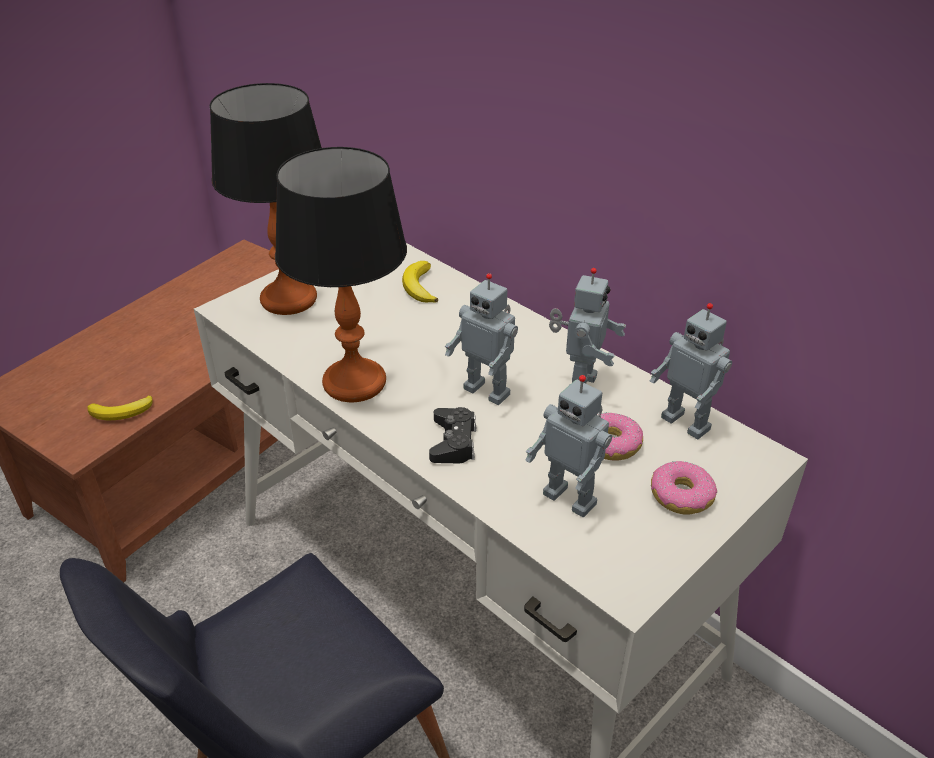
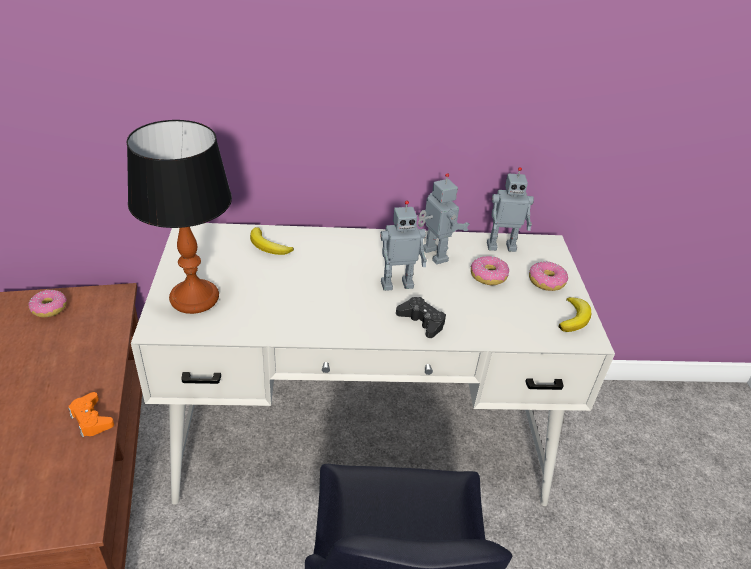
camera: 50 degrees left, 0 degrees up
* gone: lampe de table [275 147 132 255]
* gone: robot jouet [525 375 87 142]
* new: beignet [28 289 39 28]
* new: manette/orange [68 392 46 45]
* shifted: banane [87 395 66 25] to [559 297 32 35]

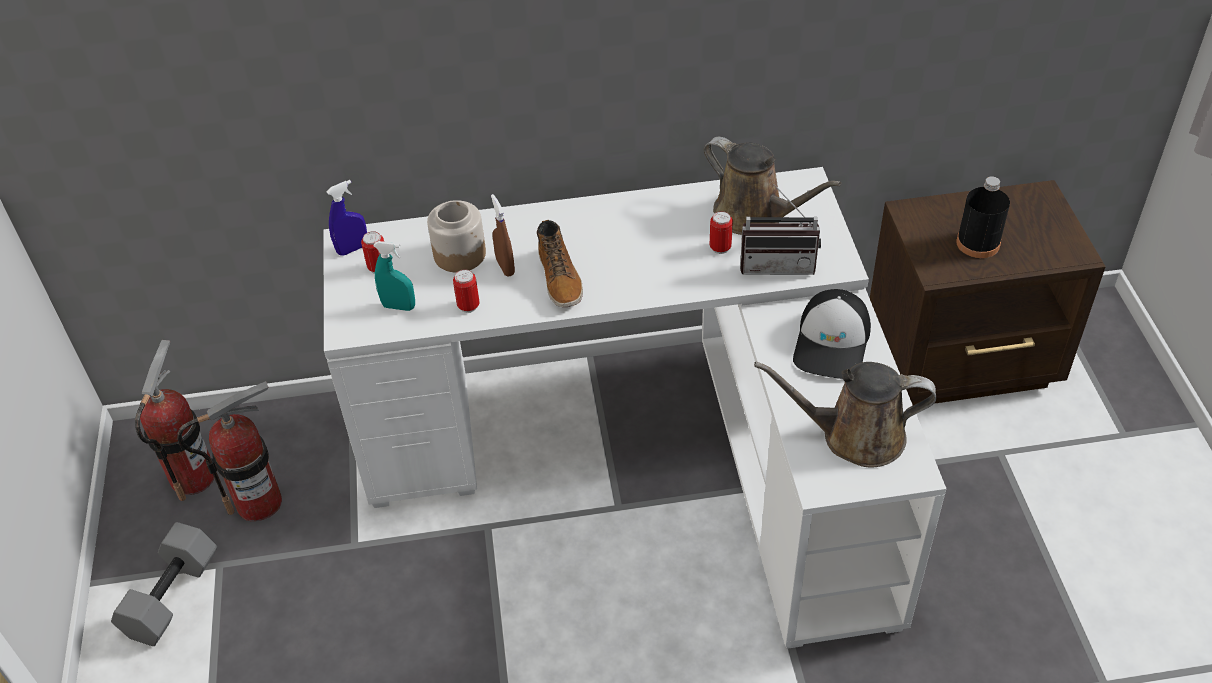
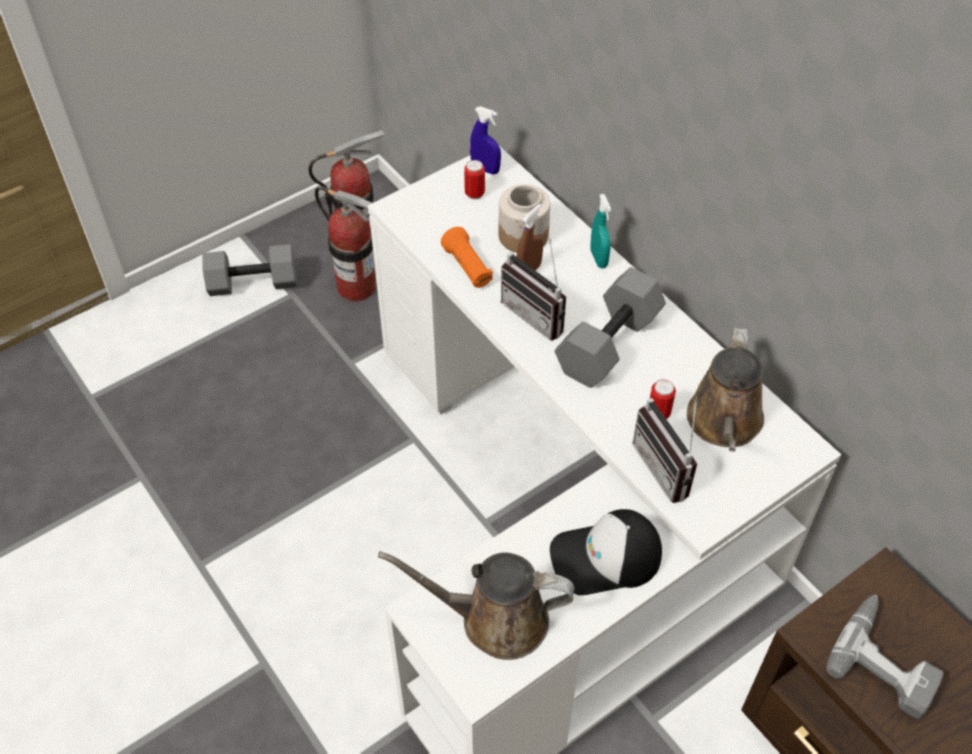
camera: 60 degrees right, 5 degrees up
* new: haltère/gris [555 267 111 121]
* shifted: vaporisateur/turquoise [373 241 42 70] to [590 194 21 74]
* swapped: boîte métallique [453 269 27 44] to lampe de poche/orange [441 227 52 61]
* swapped: botte [537 220 46 87] to radio [501 239 65 102]
* swapped: bouteille/noir [956 176 54 82] to perceuse [826 595 117 124]
* rotated: arrosoir/marron [754 361 182 107] = [378 551 197 109] 60 degrees counterclockwise

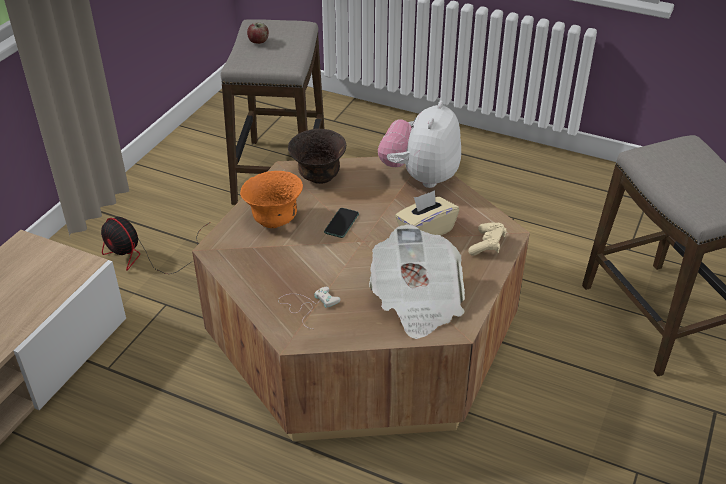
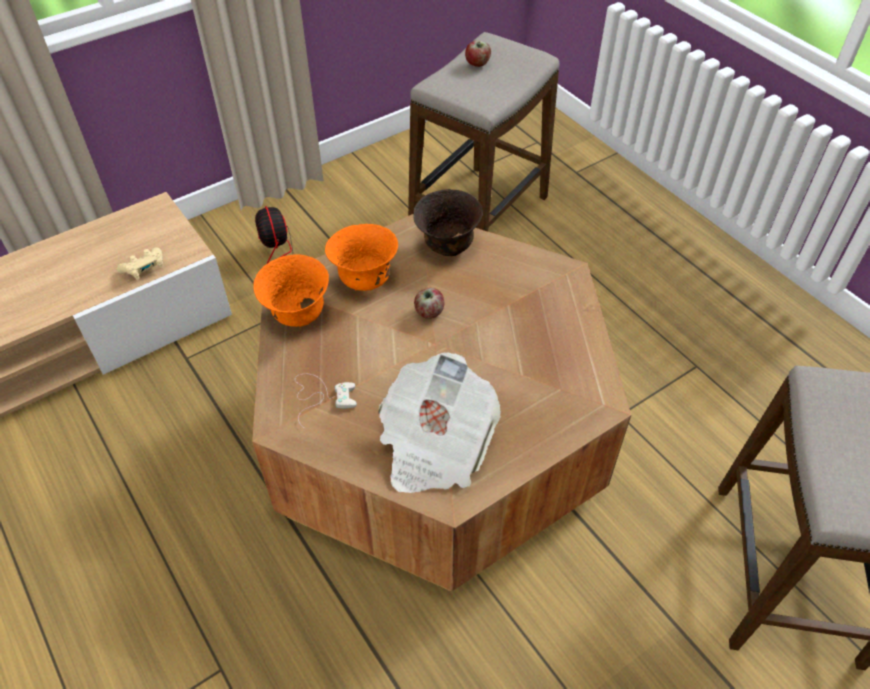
camera: 30 degrees right, 10 degrees up
* gone: peluche [378 101 83 87]
* gone: boîte à mouchoirs/beige [395 190 64 46]
* new: bol/orange [253 254 76 73]
* shifted: manette/beige [468 223 38 33] to [117 247 46 33]
* swapped: téléphone [324 208 35 30] to pomme [414 288 30 31]

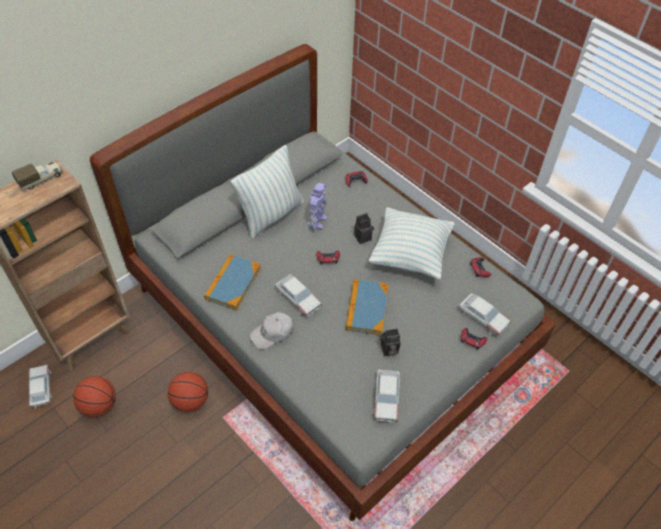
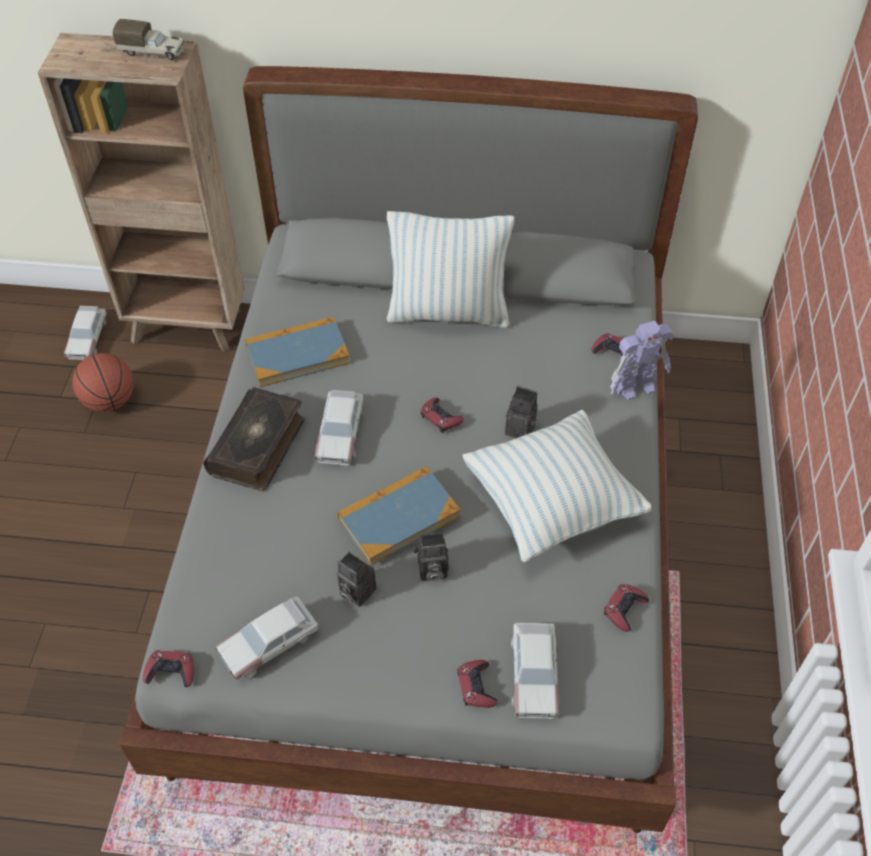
camera: 50 degrees right, 0 degrees up
* gone: ballon de basket [168 372 40 40]
* new: manette/rouge [143 650 51 37]
* new: appareil photo [413 533 36 48]
* shifted: robot jouet [308 183 19 48] to [610 321 63 79]
* swapped: casquette/blanc [250 312 44 37] to livre [203 387 102 104]
* rotated: petite voiture [29 365 23 44] = [64 306 42 54] 150 degrees clockwise

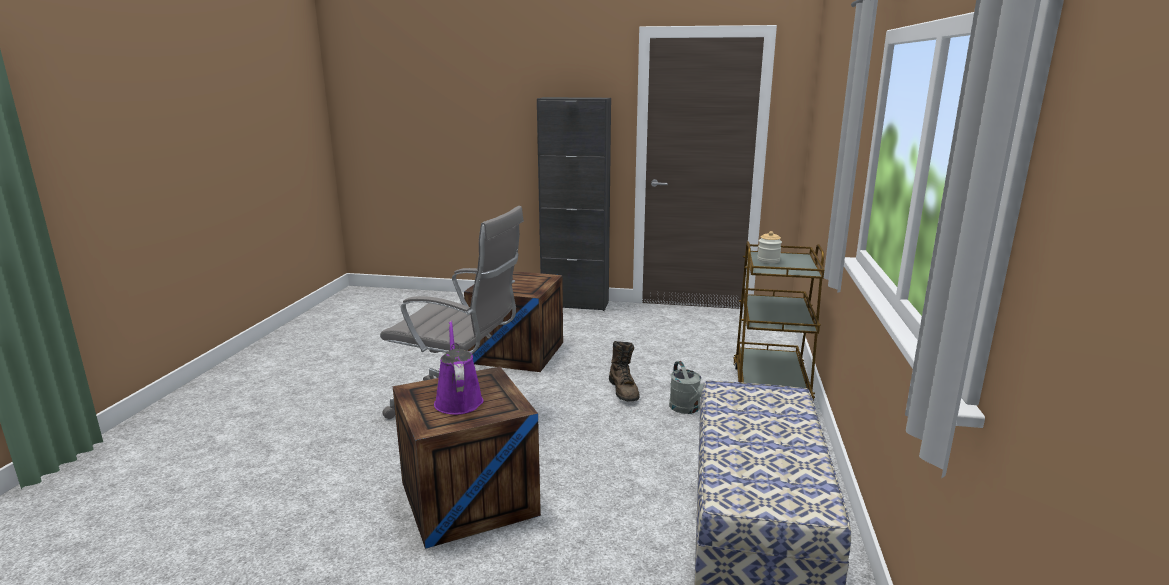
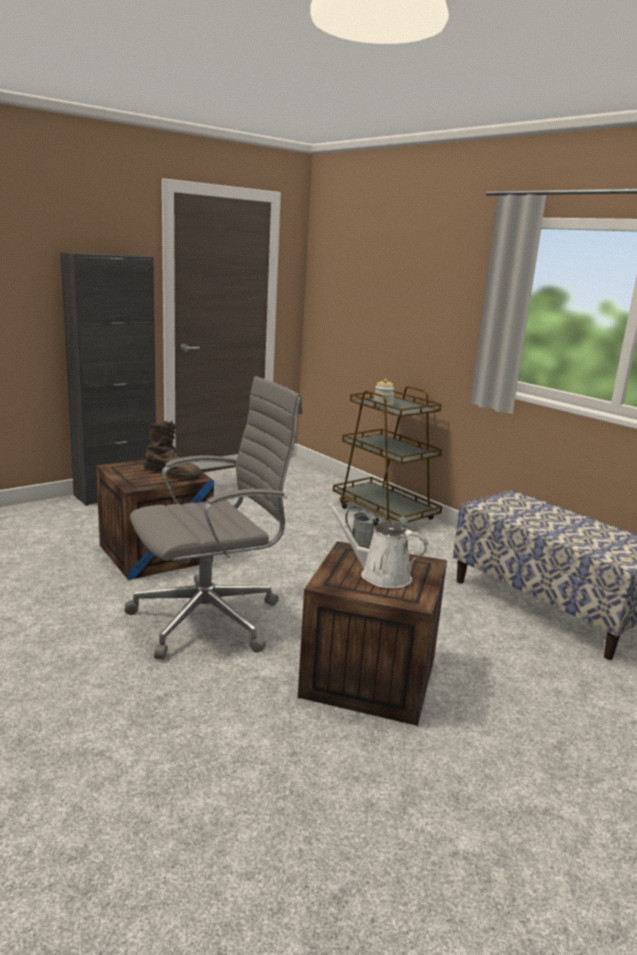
camera: 50 degrees left, 0 degrees up
* shifted: botte/marron [609 341 31 60] to [144 421 57 57]
* repainted: arrosoir/violet [434 320 50 95] to arrosoir/blanc [325 502 104 86]

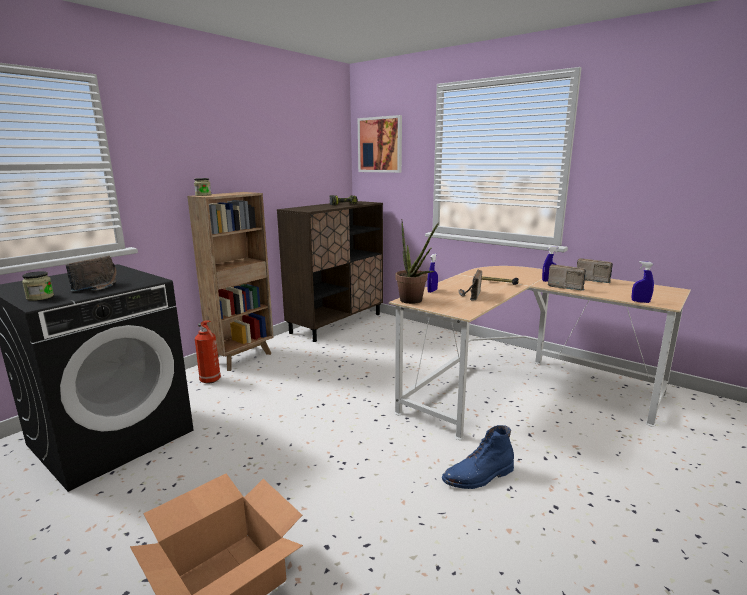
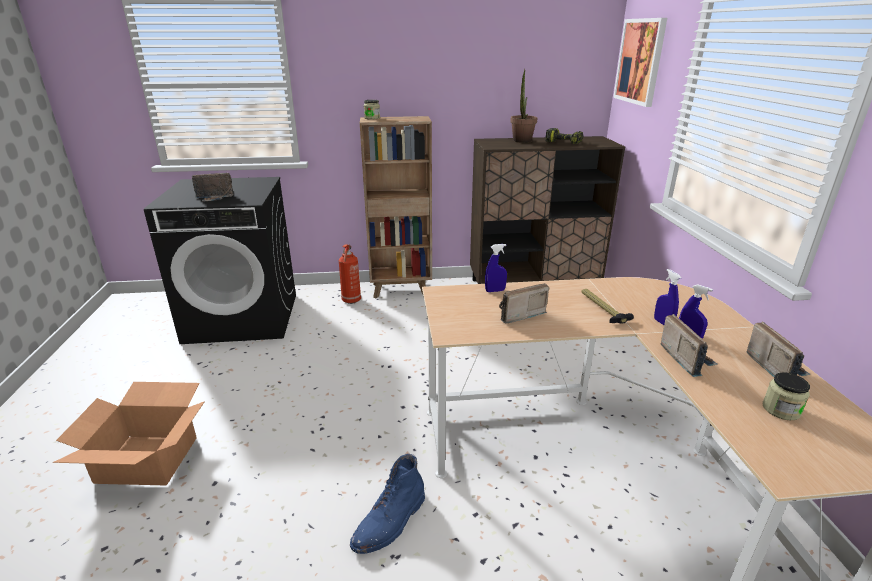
camera: 45 degrees right, 10 degrees up
* shifted: bocal [22 271 32 30] to [763 372 47 48]
* shifted: plante en pot [396 219 43 85] to [510 69 27 74]
* shifted: vaporisateur/bleu [632 261 22 42] to [654 269 27 56]
* rotated: botte/bleu [442 425 72 64] = [350 454 75 100] 75 degrees counterclockwise

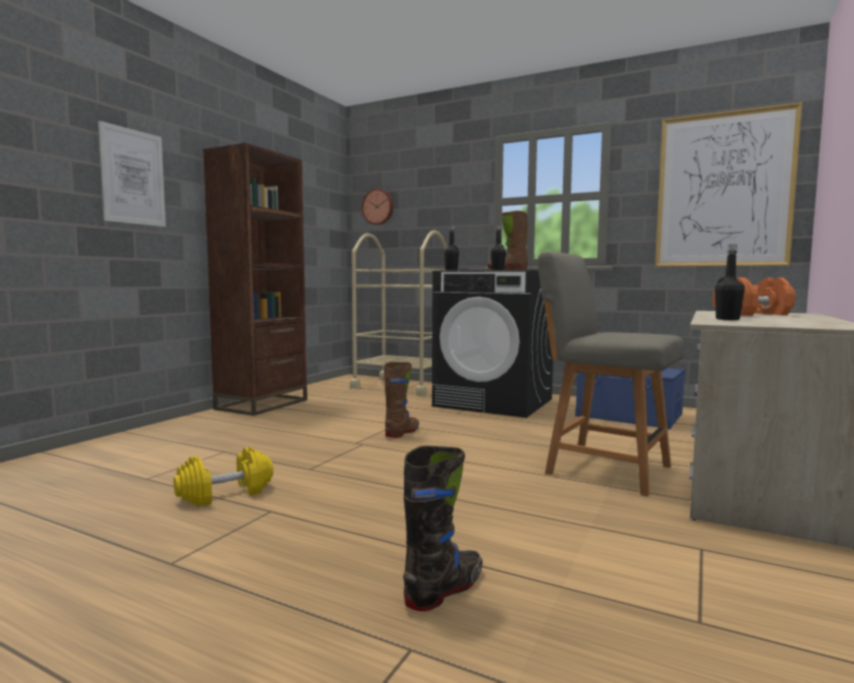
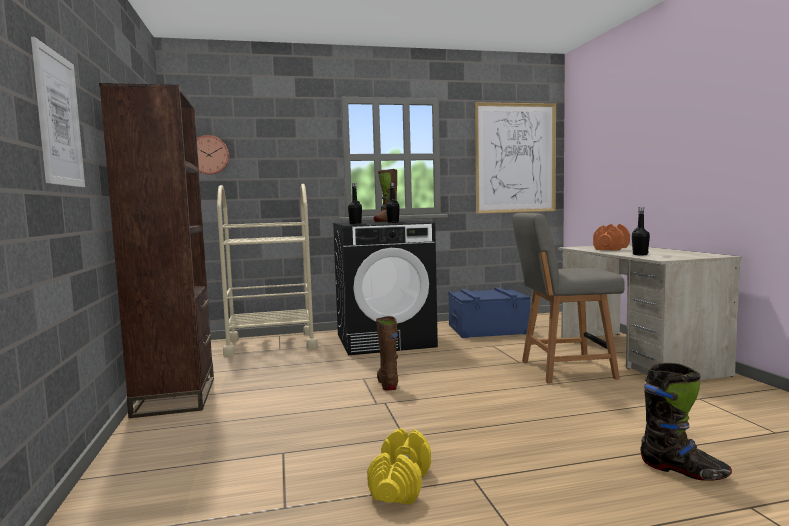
camera: 40 degrees left, 0 degrees up
* rotated: botte/noir [403 445 80 166] = [640 363 92 118] 120 degrees clockwise

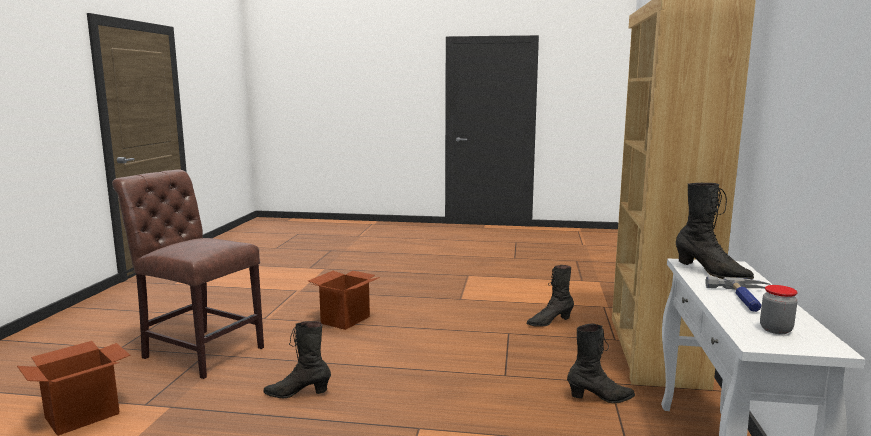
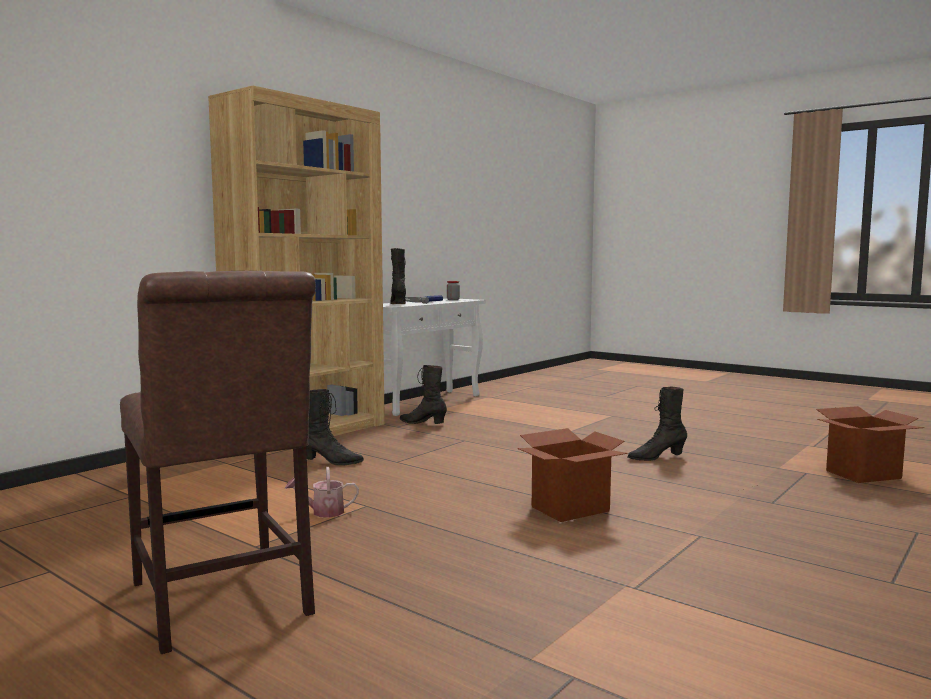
camera: 150 degrees left, 5 degrees down
* new: arrosoir [284 467 75 51]
* shifted: chaise/marron [112 170 152 209] to [120 270 196 384]
* rotated: botte/noir [263 321 68 77] = [628 387 59 74] 135 degrees clockwise

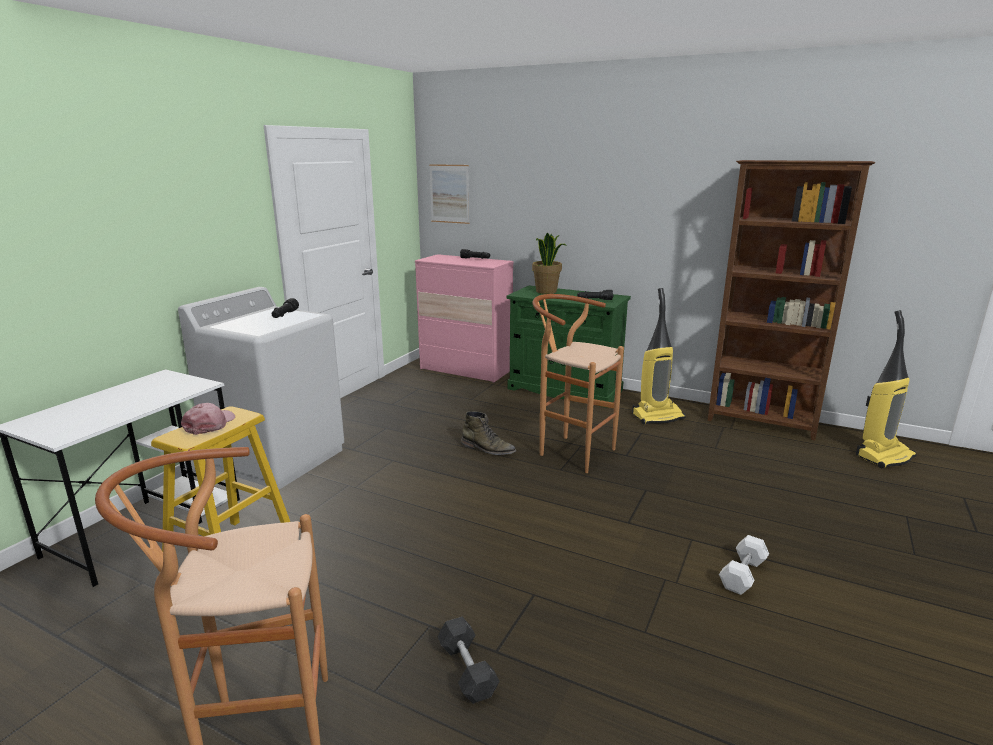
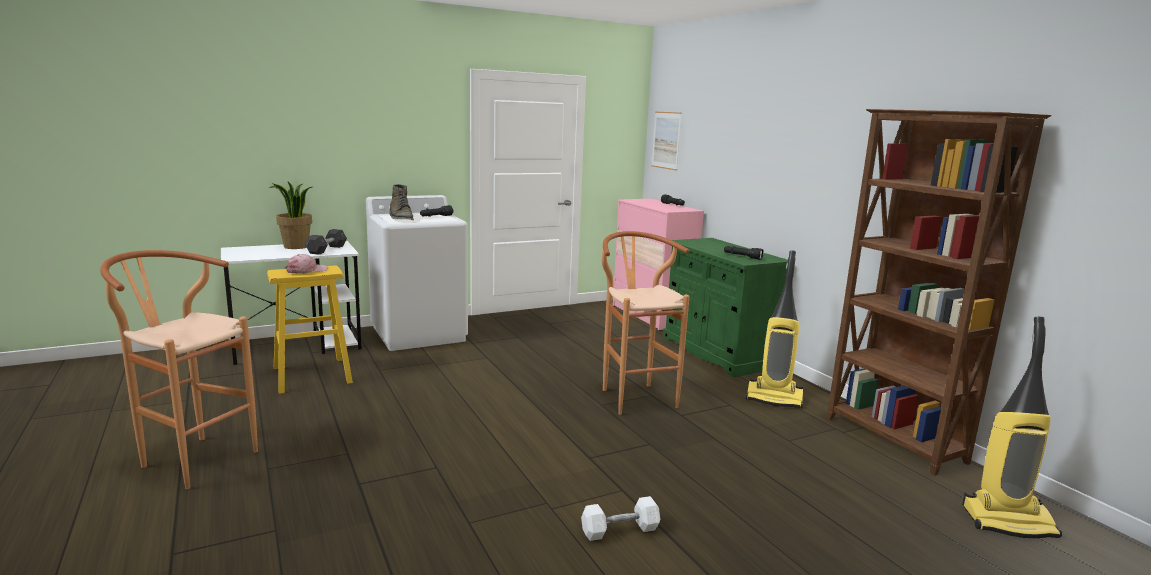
camera: 35 degrees right, 5 degrees down
* shifted: haltère/gris [437 617 63 87] to [305 229 42 25]
* shifted: botte/vert [461 411 55 44] to [389 184 25 36]
* shifted: plante en pot [532 232 34 62] to [269 182 43 67]

